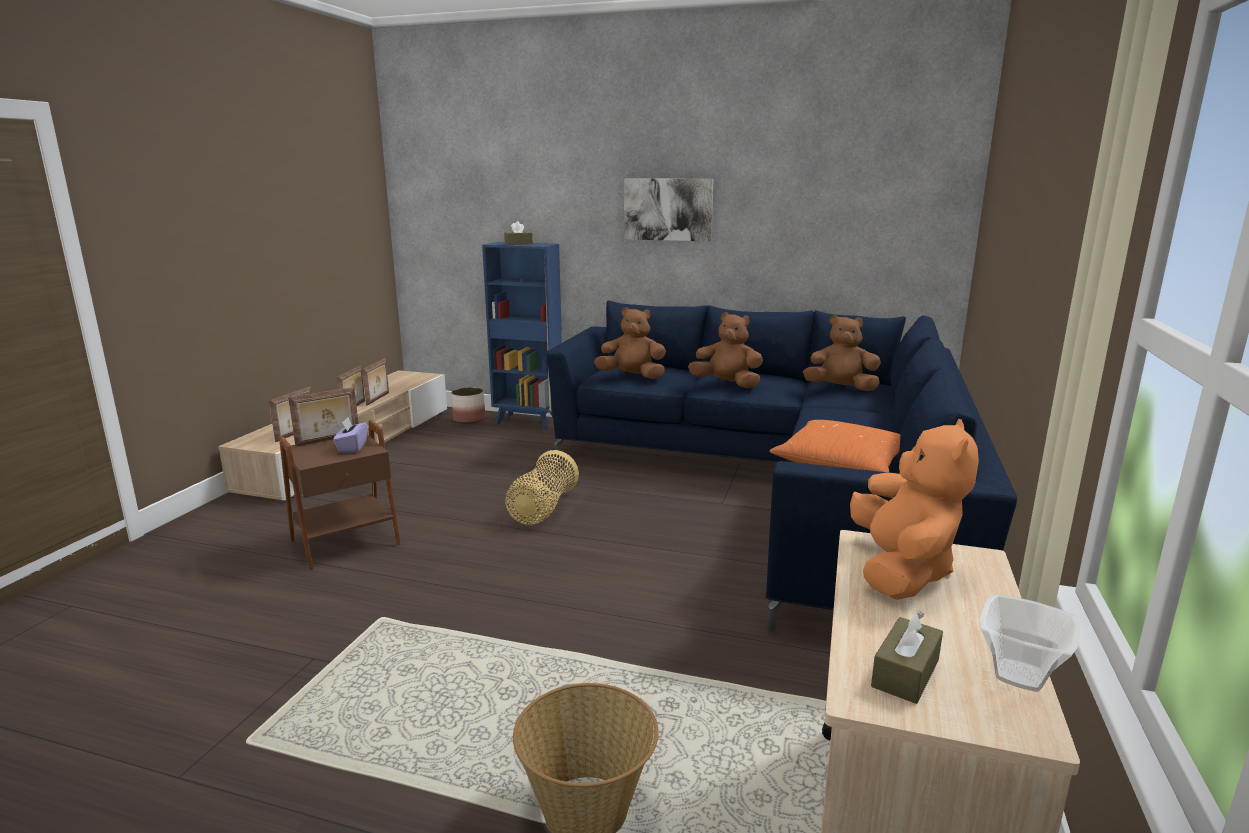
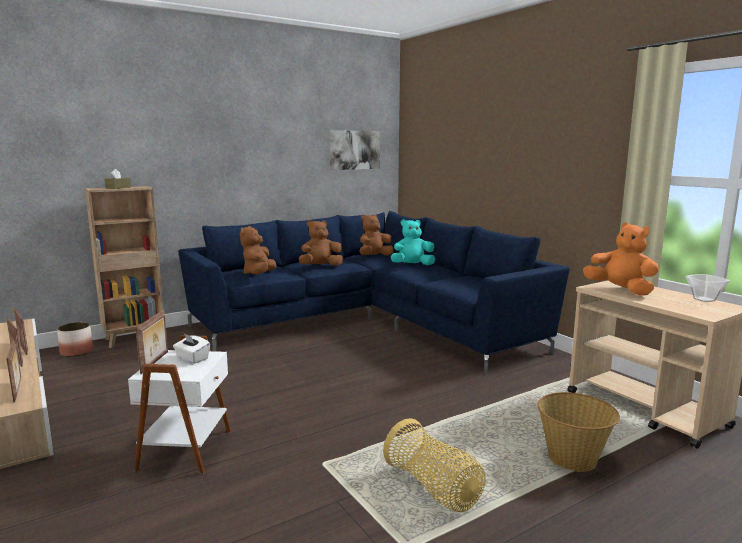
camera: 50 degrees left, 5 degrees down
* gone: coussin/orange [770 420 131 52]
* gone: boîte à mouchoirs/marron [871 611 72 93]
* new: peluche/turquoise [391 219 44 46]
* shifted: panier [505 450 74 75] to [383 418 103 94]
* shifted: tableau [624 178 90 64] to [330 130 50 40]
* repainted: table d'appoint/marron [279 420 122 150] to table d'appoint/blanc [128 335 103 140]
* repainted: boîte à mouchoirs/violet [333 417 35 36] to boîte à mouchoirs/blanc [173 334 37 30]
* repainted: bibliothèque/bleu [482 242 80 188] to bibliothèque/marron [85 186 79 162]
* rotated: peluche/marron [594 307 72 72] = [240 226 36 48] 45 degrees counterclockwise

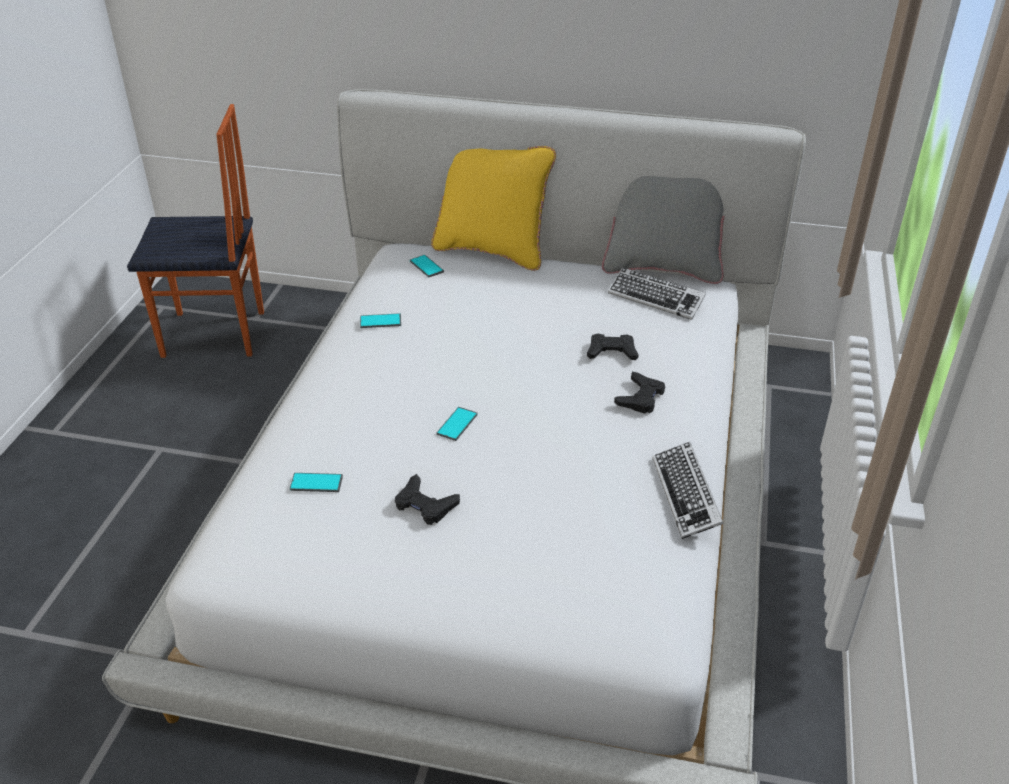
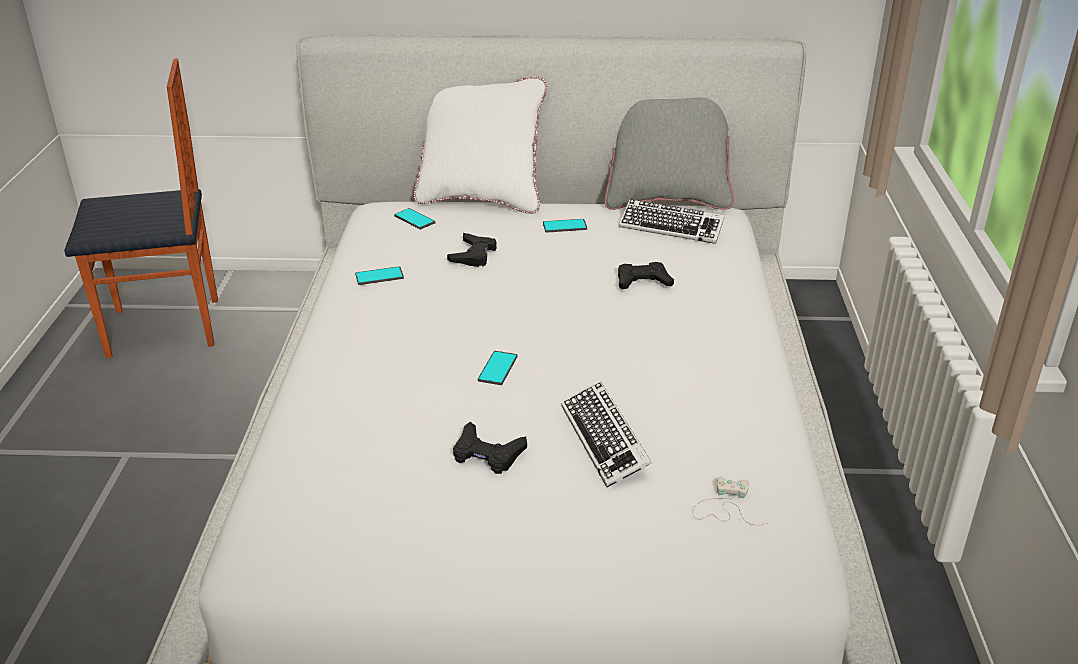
camera: 10 degrees left, 5 degrees down
* new: manette/blanc [692 477 76 49]
* shifted: téléphone [290 473 53 19] to [543 219 44 14]
* shifted: manette/noir [614 371 51 42] to [447 233 50 34]
* shifted: clavier [652 442 72 97] to [561 382 91 105]
* repainted: coussin/jaune [431 146 125 125] to coussin/blanc [414 76 133 138]

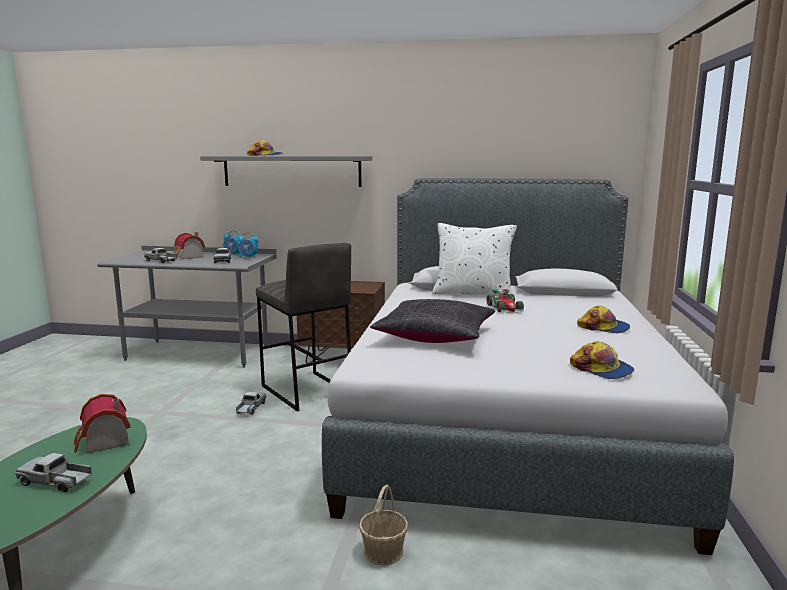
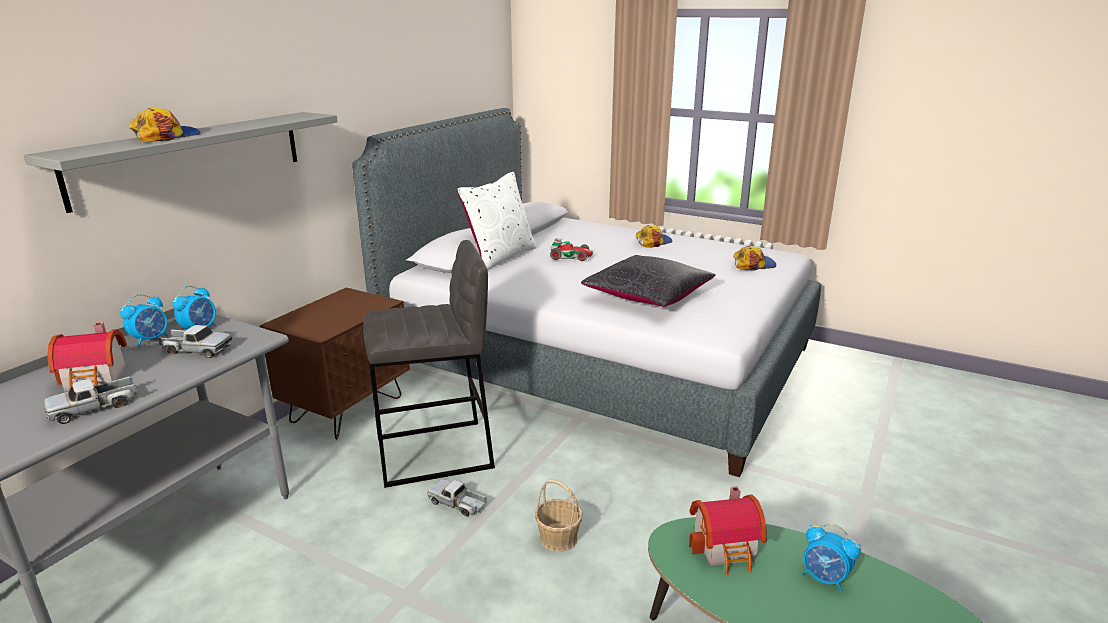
camera: 70 degrees left, 10 degrees up
* shifted: panier [359 485 49 80] to [535 480 47 72]
* swapped: camion jouet [15 453 77 39] to réveil [802 524 59 67]

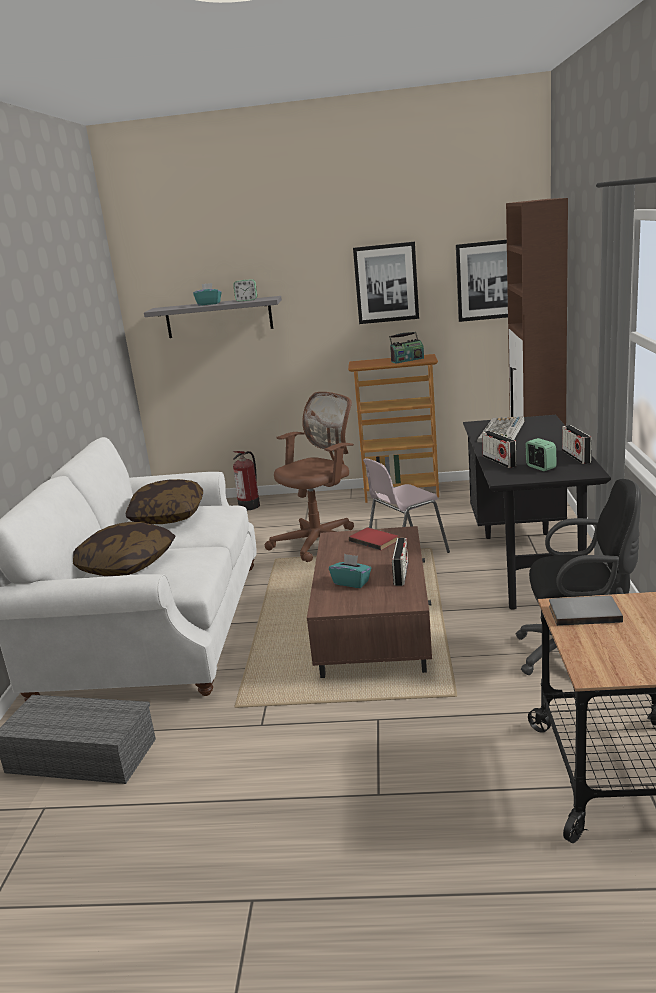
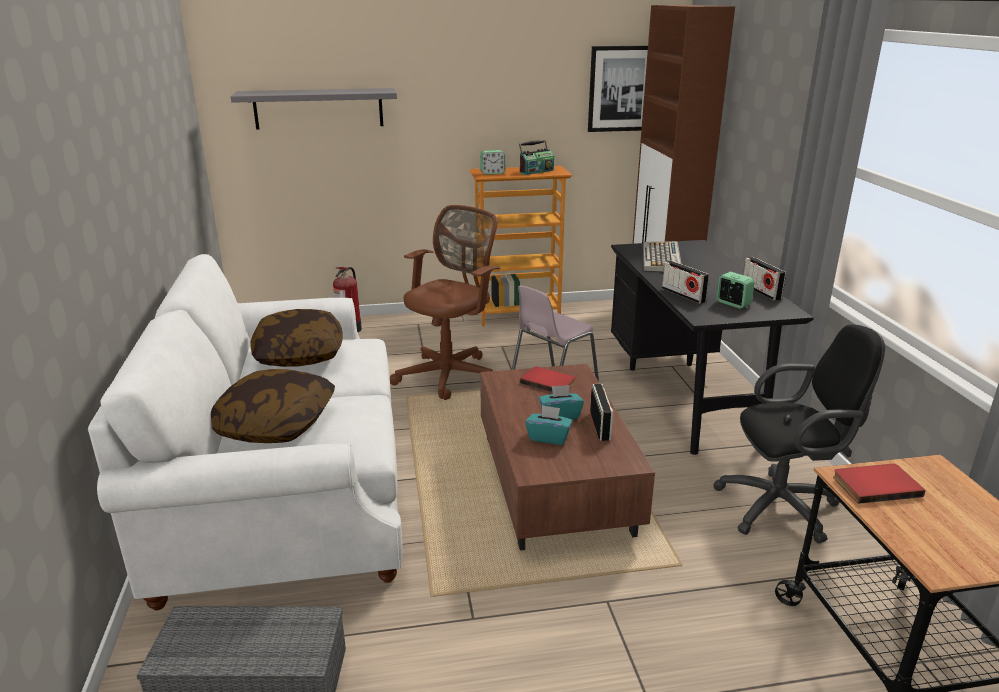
camera: 15 degrees left, 5 degrees up
* gone: tableau [353 242 66 82]
* shifted: boîte à mouchoirs/turquoise [193 283 29 23] to [539 385 45 35]
* shifted: réveil [233 279 24 23] to [480 150 25 25]
* repainted: livre/gris [549 596 74 30] to livre/rouge [833 464 93 40]

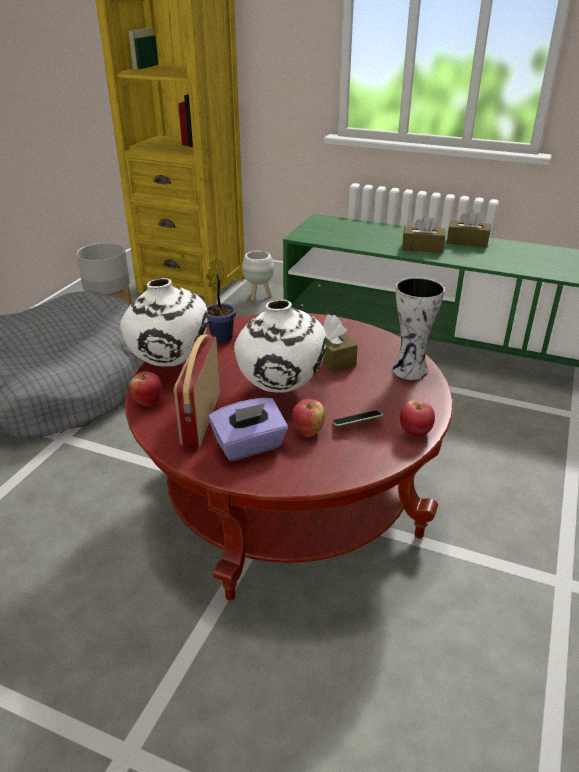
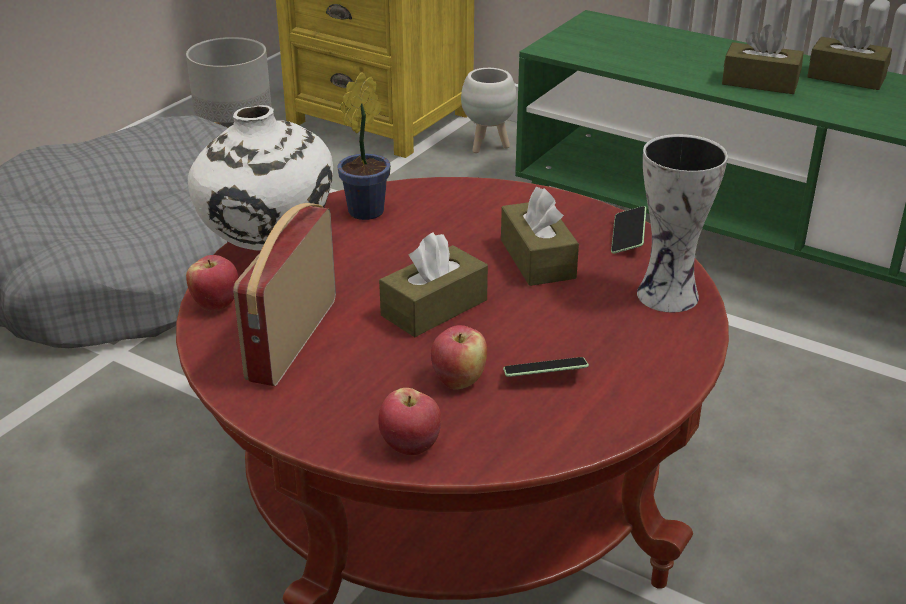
camera: 10 degrees right, 0 degrees up
* gone: boîte à mouchoirs/violet [208 398 80 63]
* new: téléphone [611 206 35 48]
* shifted: pomme [400 401 35 36] to [378 388 63 67]
* swapped: vase/blanc [234 300 93 93] to boîte à mouchoirs/marron [379 232 109 105]

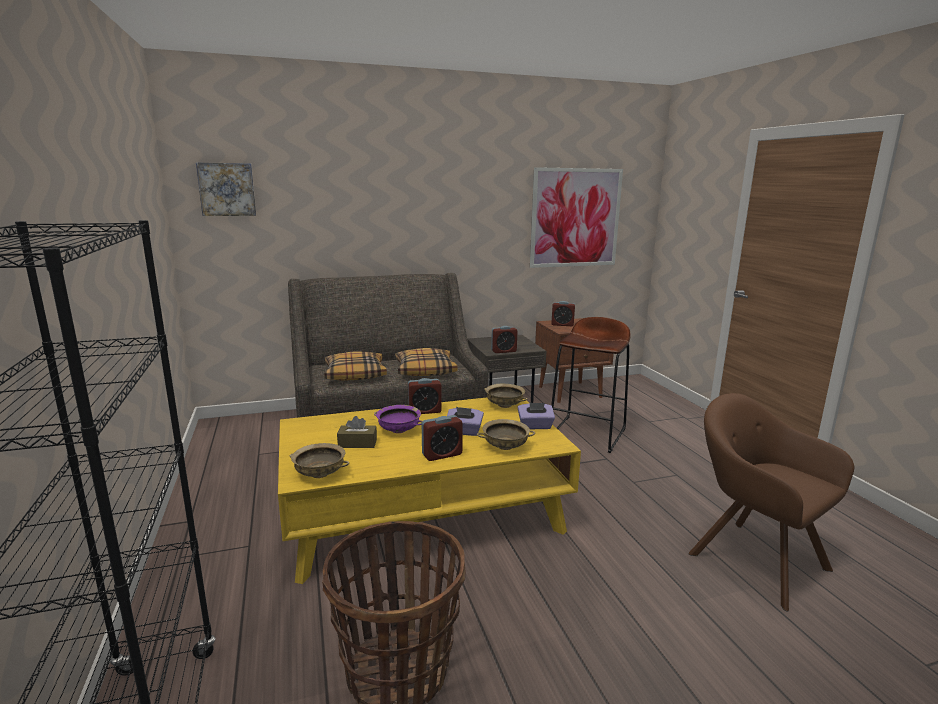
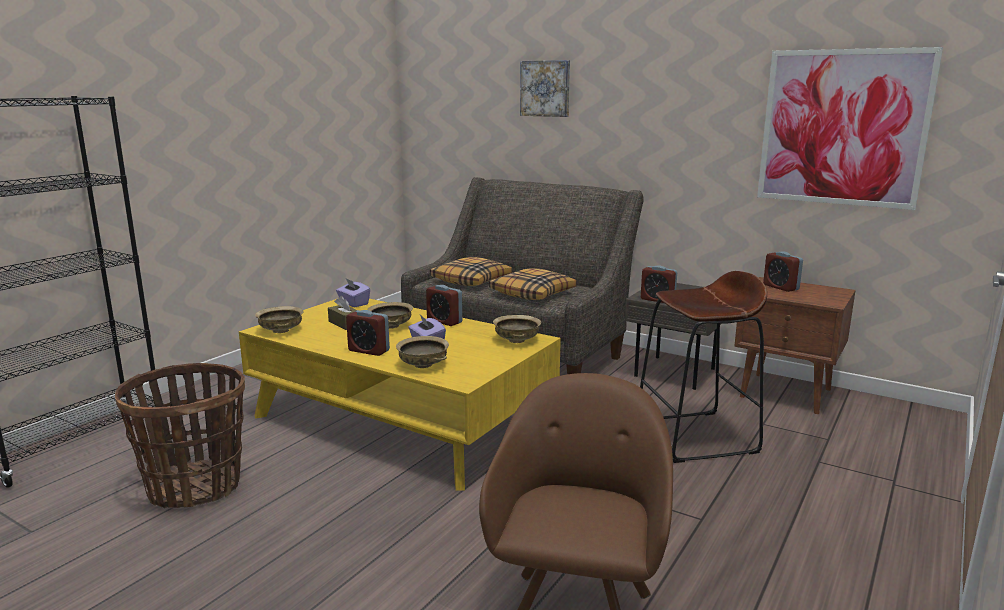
camera: 50 degrees right, 0 degrees up
* shifted: tableau [196 162 60 54] to [520 60 50 57]
* shifted: boîte à mouchoirs/violet [518 403 37 27] to [336 279 34 28]
* repainted: bol/violet [374 405 48 28] to bol/beige [367 302 46 27]

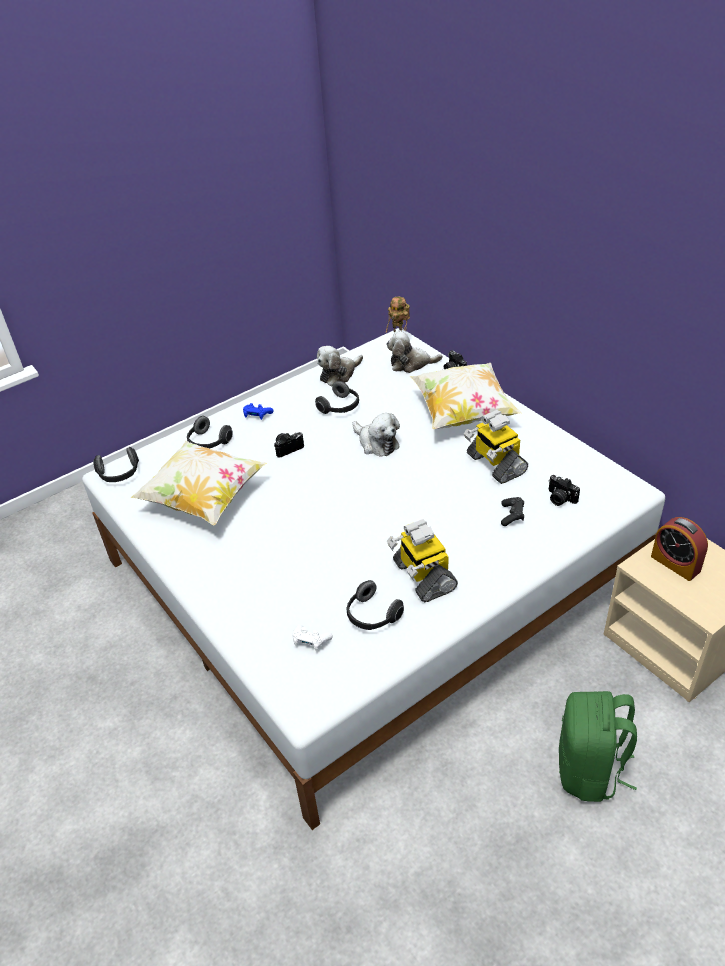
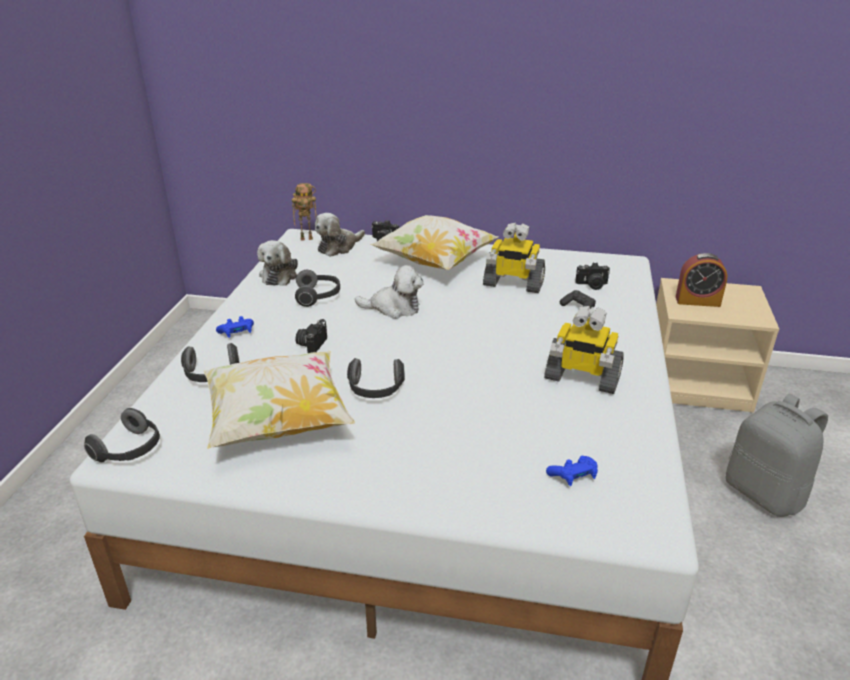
camera: 45 degrees left, 10 degrees down
* shifted: casque audio [346 580 58 50] to [347 358 58 40]
* repainted: manette/blanc [292 625 41 26] to manette/bleu [546 456 52 30]
* repainted: sac à dos/vert [559 691 78 111] to sac à dos/gris [726 394 102 123]

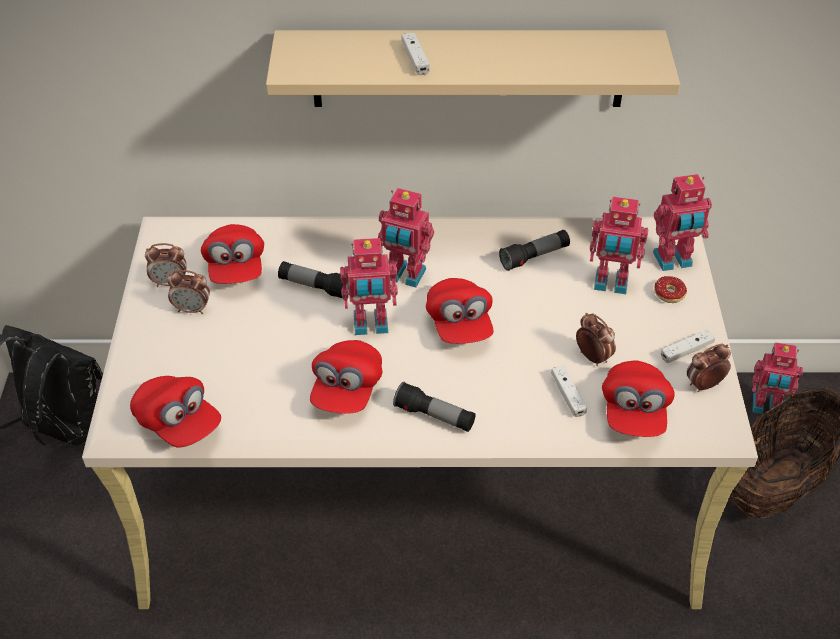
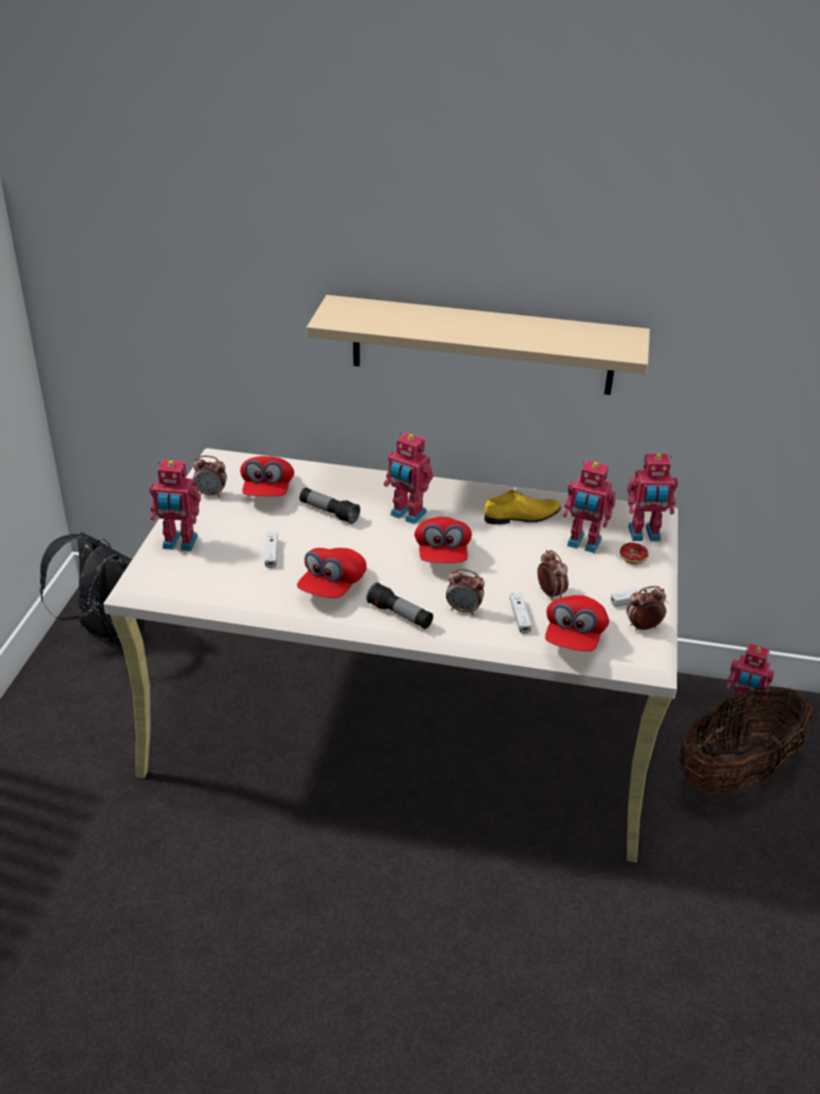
camera: 10 degrees right, 10 degrees down
* gone: casquette/rouge [130 376 91 72]
* shifted: réveil [167 270 43 44] to [446 569 39 46]
* shifted: robot jouet [340 238 58 97] to [149 460 52 91]
* shifted: manette/blanc [401 33 29 42] to [265 532 13 36]
* swapped: lampe de poche [499 230 71 41] to chaussure/jaune [484 490 77 35]

